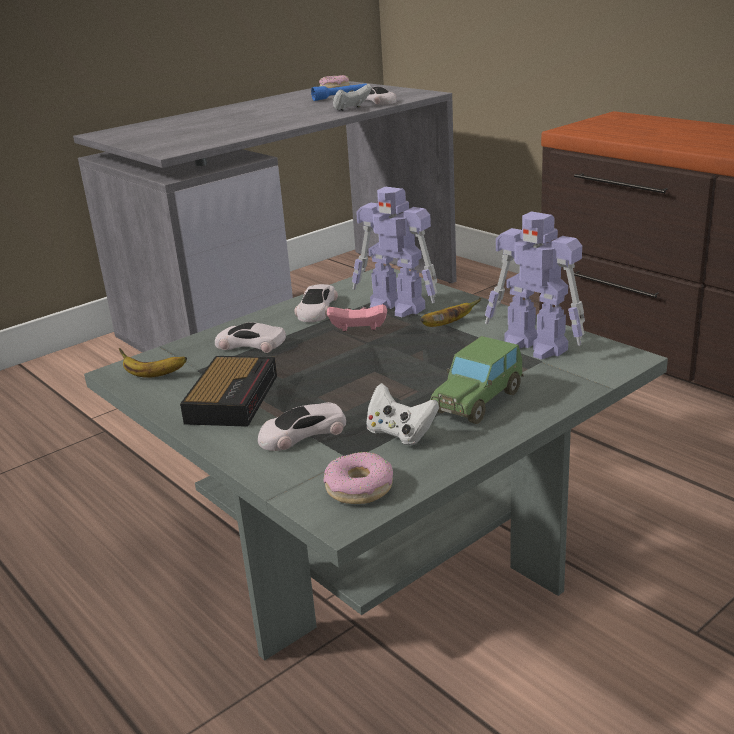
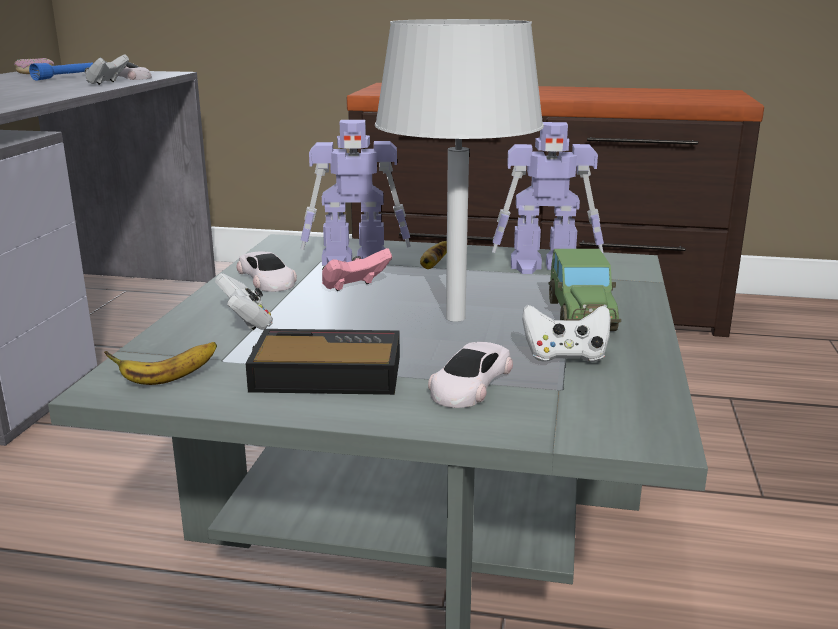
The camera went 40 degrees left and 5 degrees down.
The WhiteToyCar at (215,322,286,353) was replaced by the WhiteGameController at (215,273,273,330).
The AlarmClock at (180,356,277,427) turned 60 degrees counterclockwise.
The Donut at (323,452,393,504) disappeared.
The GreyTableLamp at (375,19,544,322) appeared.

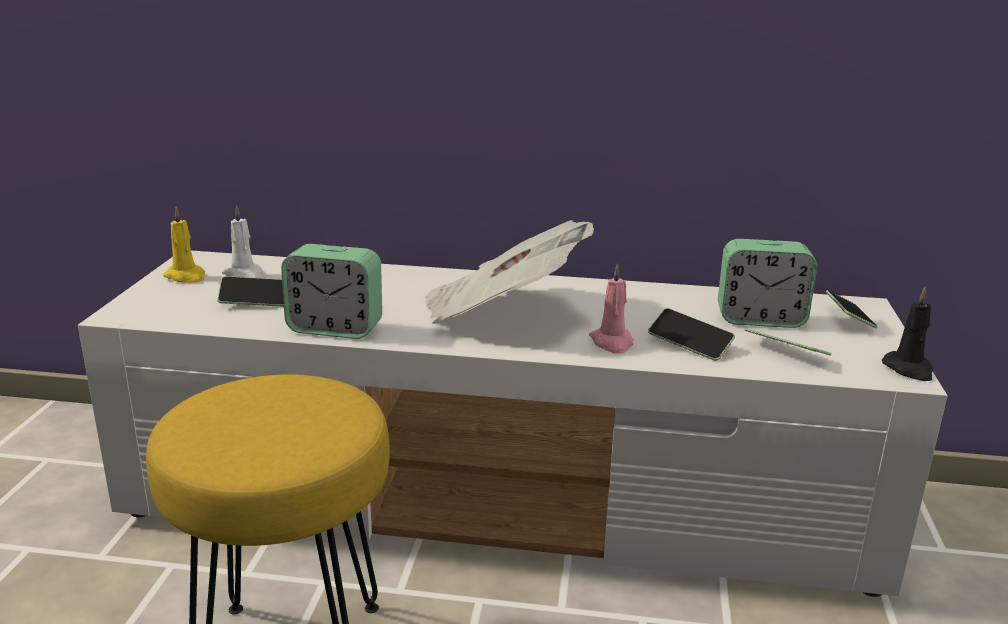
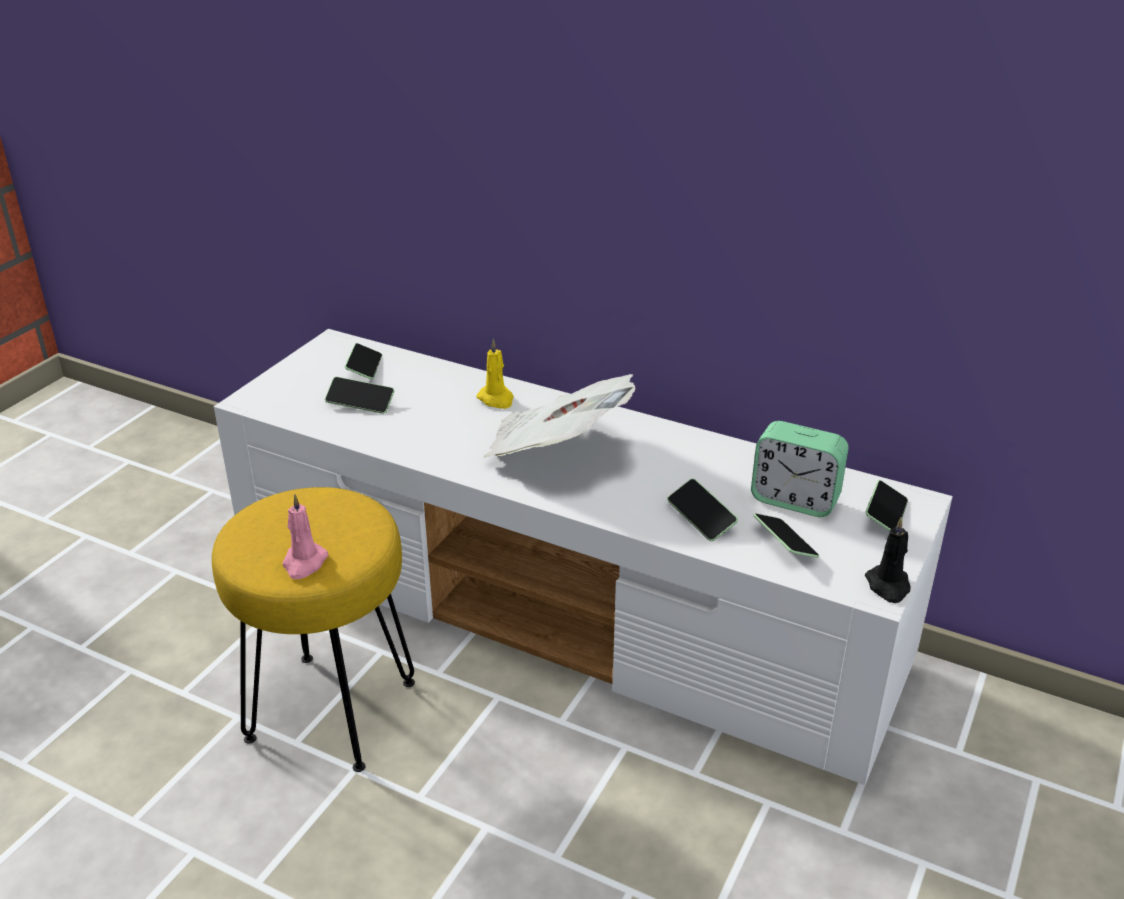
The camera went 20 degrees right and 10 degrees up.
The WhiteCandle at (222,205,263,278) was replaced by the Phone at (345,343,382,379).
The YellowCandle moved from (163,207,205,283) to (476,339,514,409).
The AlarmClock at (281,244,382,339) disappeared.
The PinkCandle moved from (589,263,633,354) to (282,494,328,579).

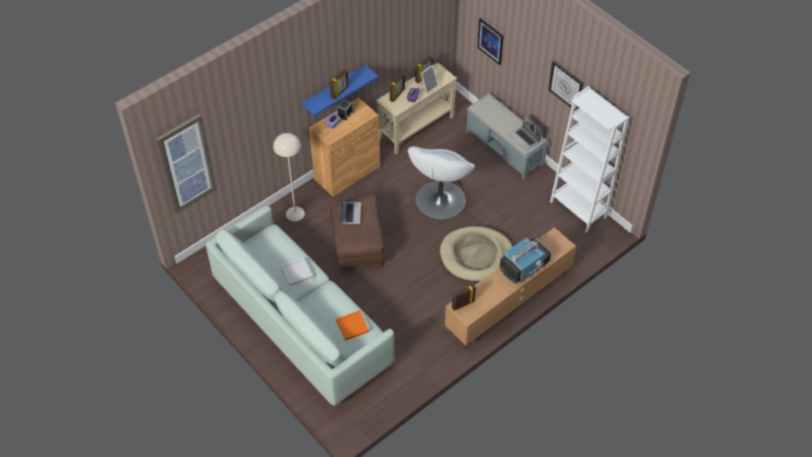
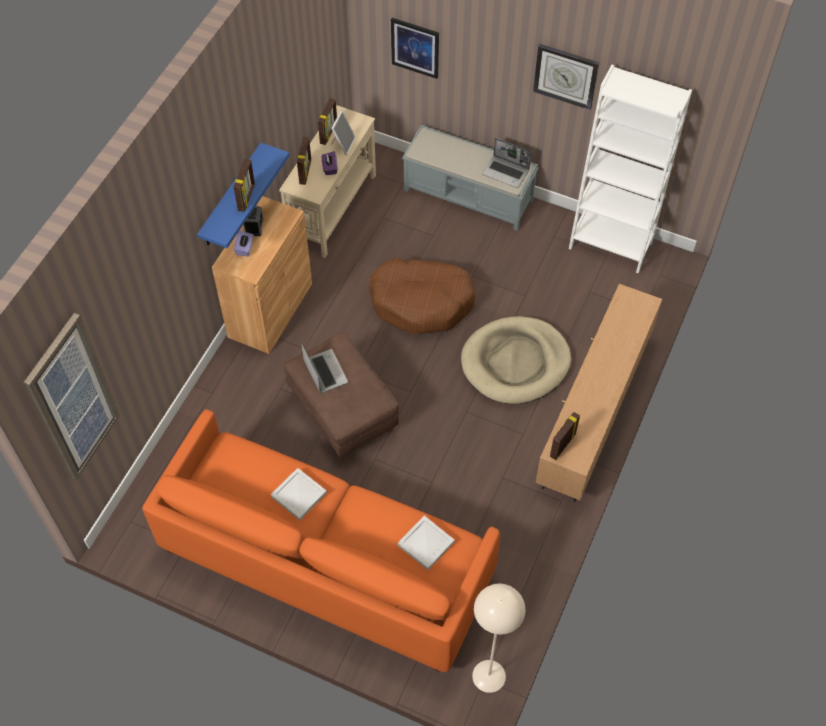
The camera went 25 degrees left and 5 degrees up.
The BeigeFloorLamp moved from (273,133,305,221) to (472,584,525,693).
The WhiteArmchair at (408,146,475,220) was replaced by the BrownDogBed at (370,257,476,334).
The WhiteSofa at (206,205,395,407) became the OrangeSofa at (142,409,500,672).
The Television at (500,237,551,284) disappeared.
The OrangeTray at (336,310,369,341) became the WhiteTray at (398,516,455,570).

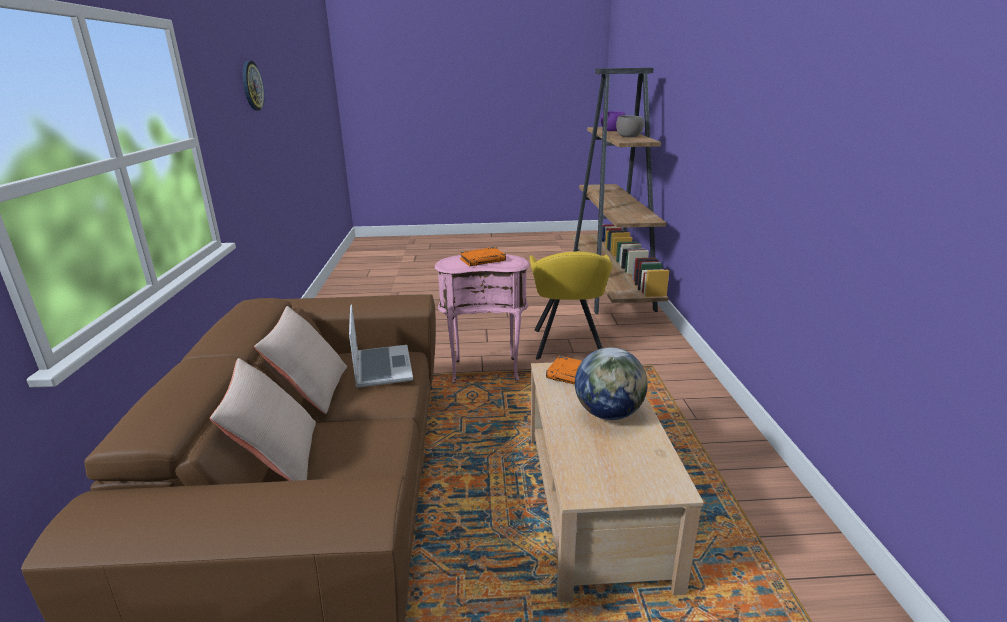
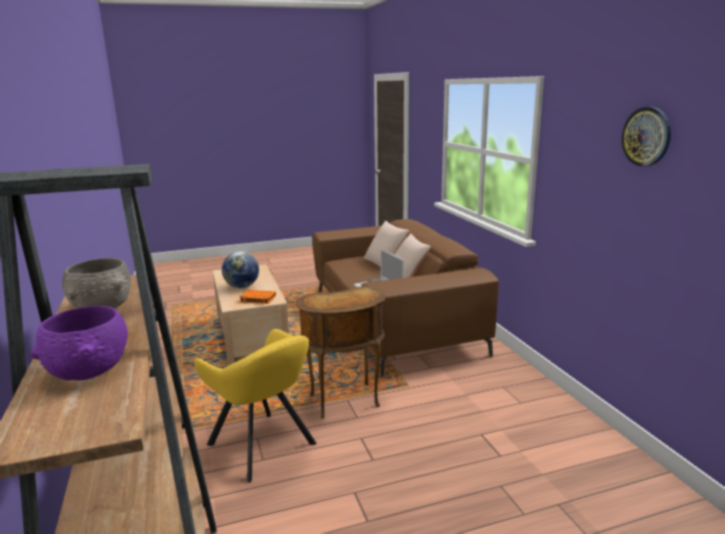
The camera went 165 degrees right and 5 degrees down.
The OrangeBook at (459,247,506,266) disappeared.
The YellowArmchair at (530,252,613,359) turned 150 degrees clockwise.
The PinkSideTable at (435,254,530,383) became the BrownSideTable at (296,286,385,418).

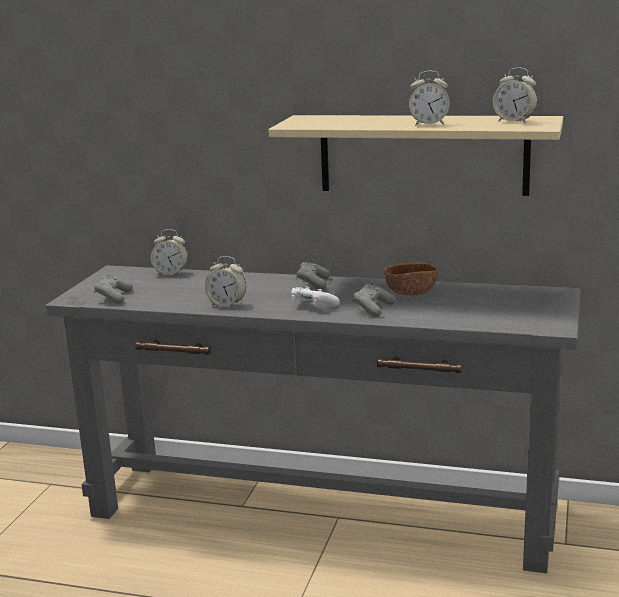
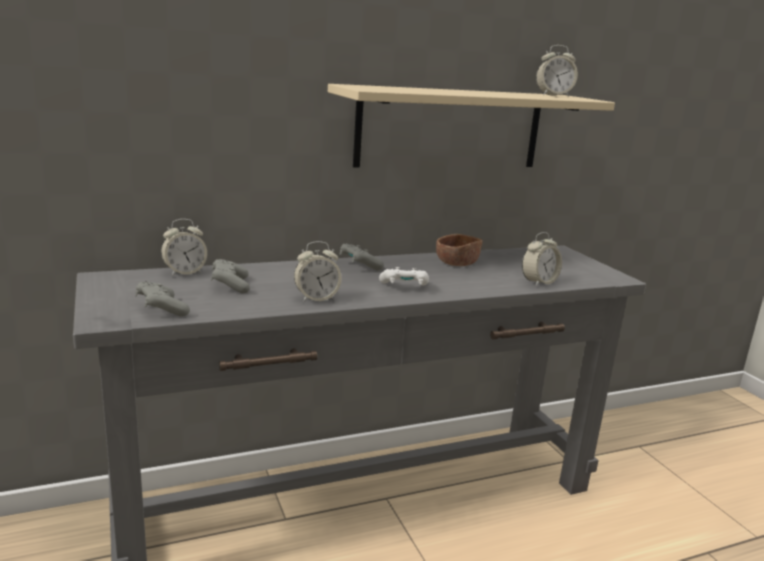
The camera went 40 degrees left and 0 degrees up.
The AlarmClock moved from (409,71,450,126) to (522,232,562,287).
The GreyGameController moved from (352,284,395,317) to (211,259,250,293).

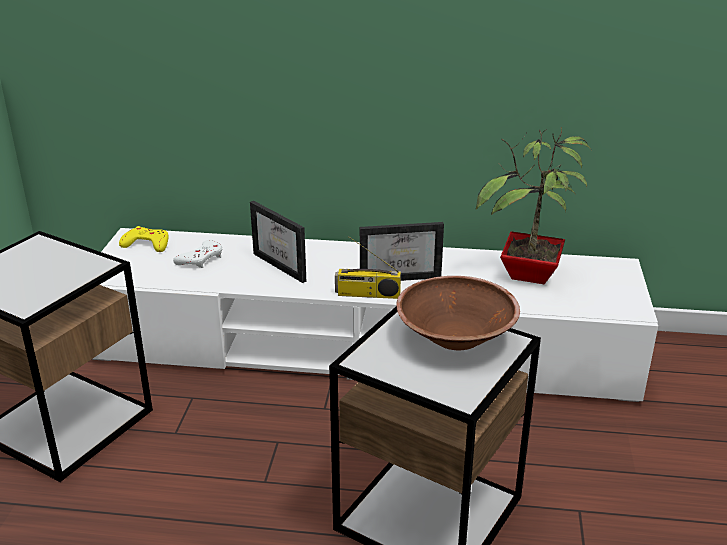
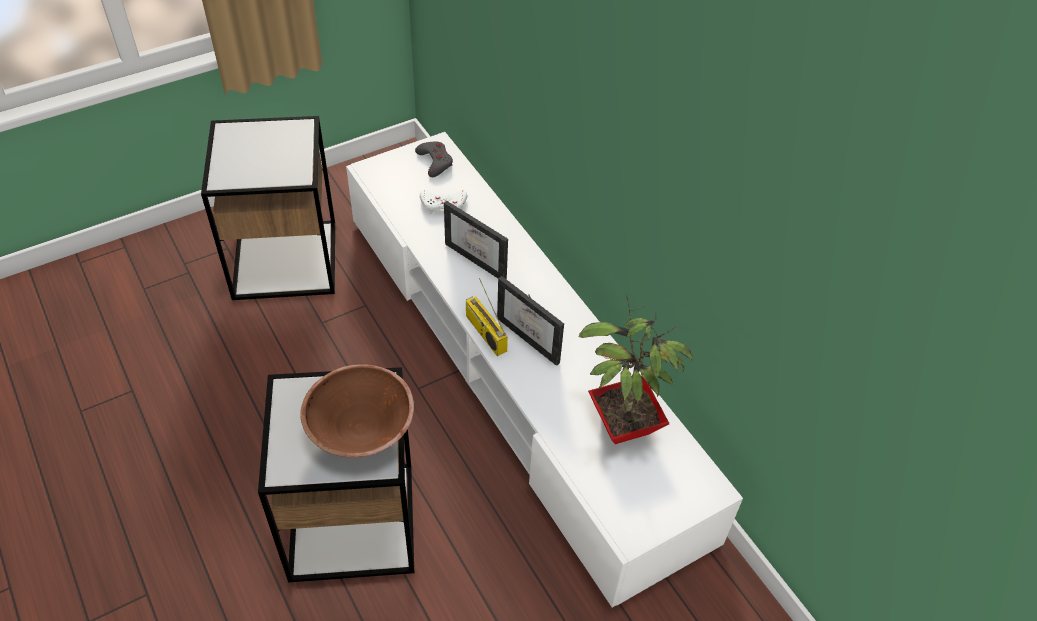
The camera went 50 degrees right and 20 degrees up.
The PictureFrame at (250,201,306,283) turned 60 degrees counterclockwise.
The YellowGameController at (119,226,169,252) became the GreyGameController at (415,142,453,177).

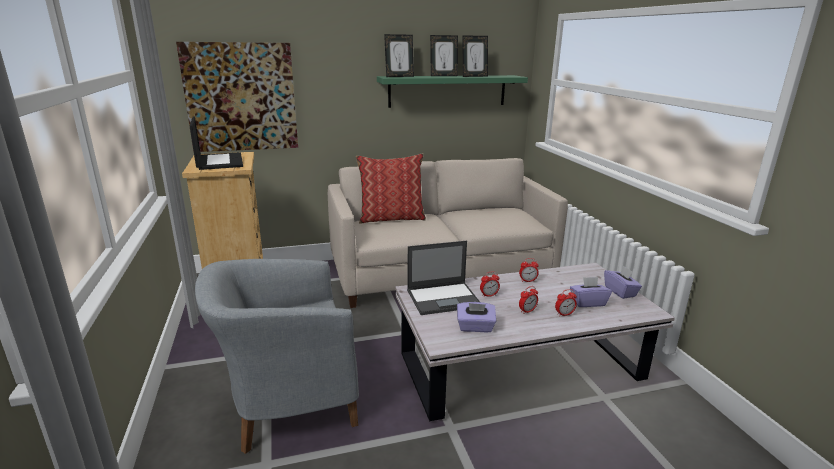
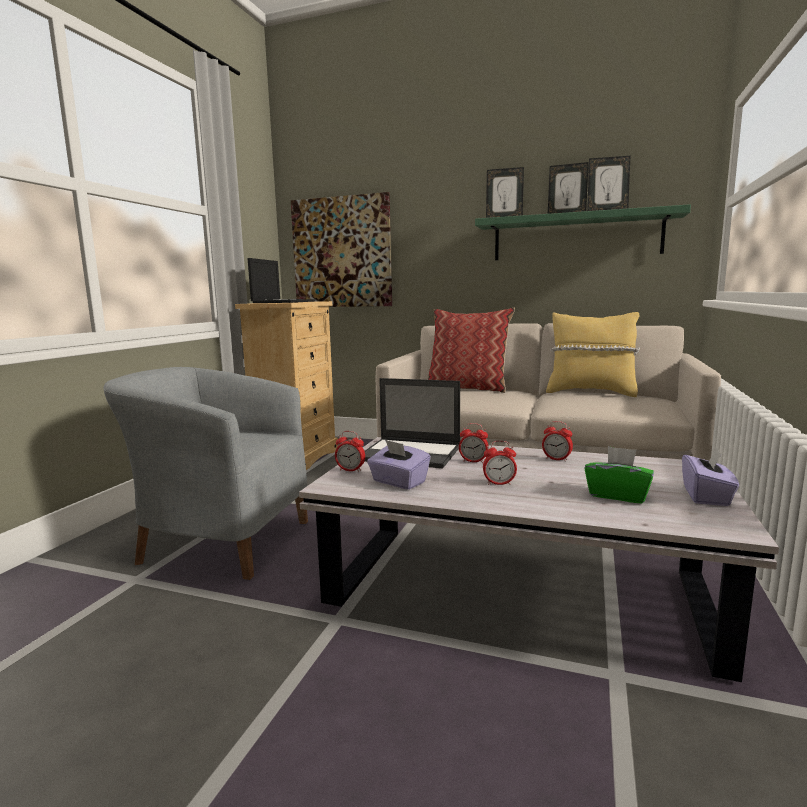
The camera went 35 degrees right and 10 degrees down.
The PurpleTissueBox at (570,277,612,307) became the GreenTissueBox at (585,446,654,504).
The AlarmClock moved from (555,289,577,317) to (335,431,365,472).
The YellowPillow at (546,312,640,397) appeared.

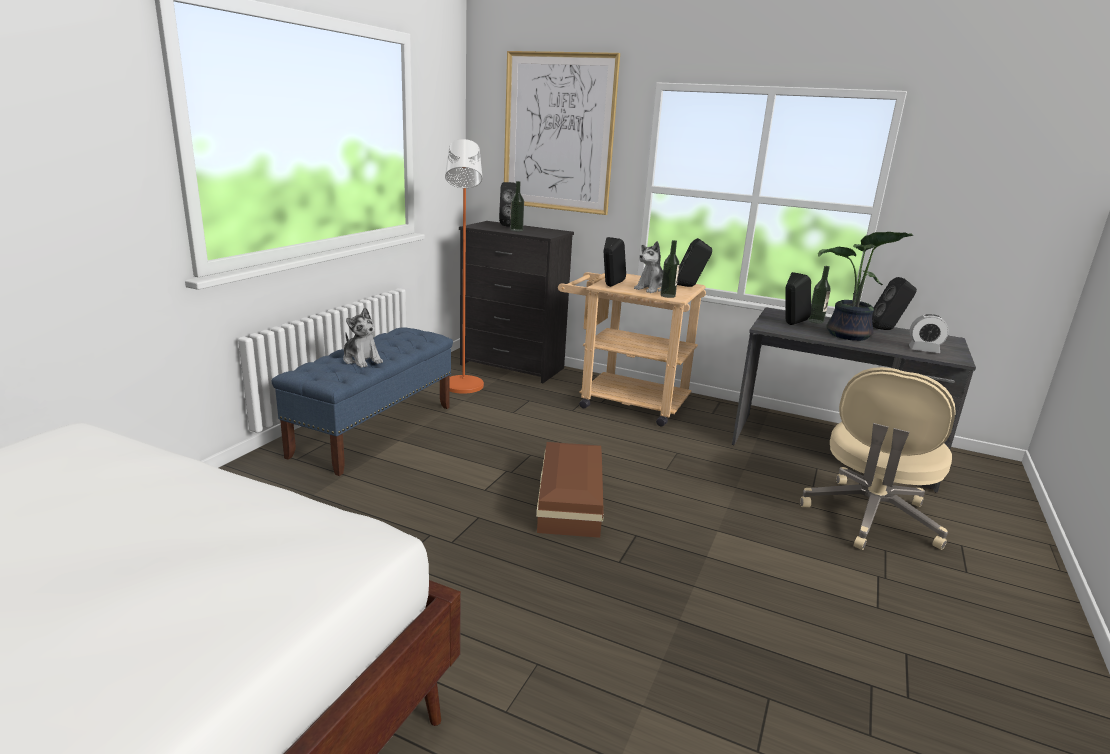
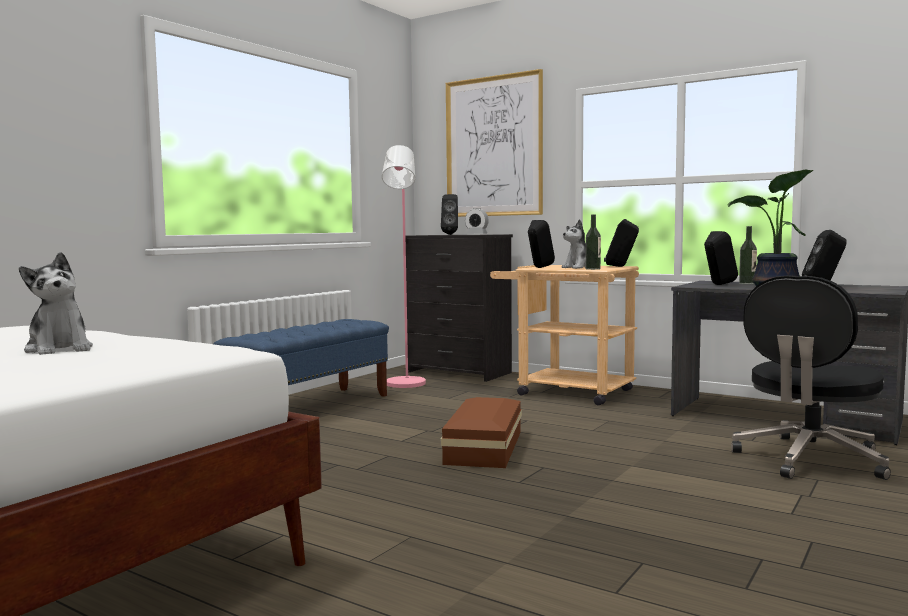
The camera went 10 degrees right and 15 degrees down.
The OrangeFloorLamp at (445,139,484,394) became the PinkFloorLamp at (382,145,426,388).
The Bottle at (510,181,524,231) disappeared.
The PlushToy moved from (343,308,383,368) to (19,252,93,355).
The AlarmClock moved from (909,314,949,353) to (465,208,489,234).
The BeigeOfficeChair at (800,367,956,550) became the BlackOfficeChair at (731,275,891,480).

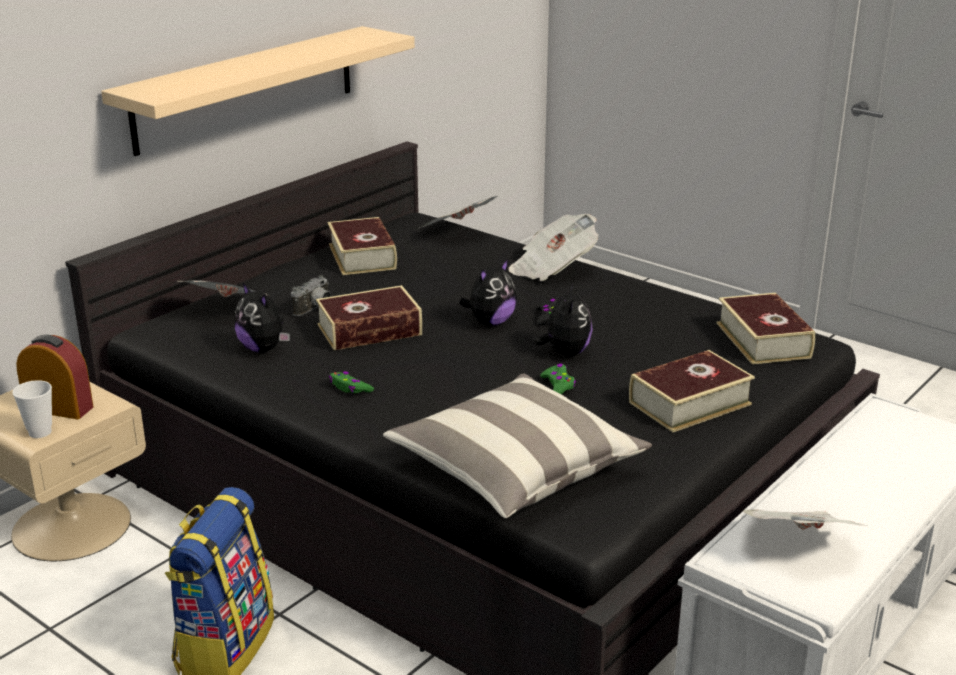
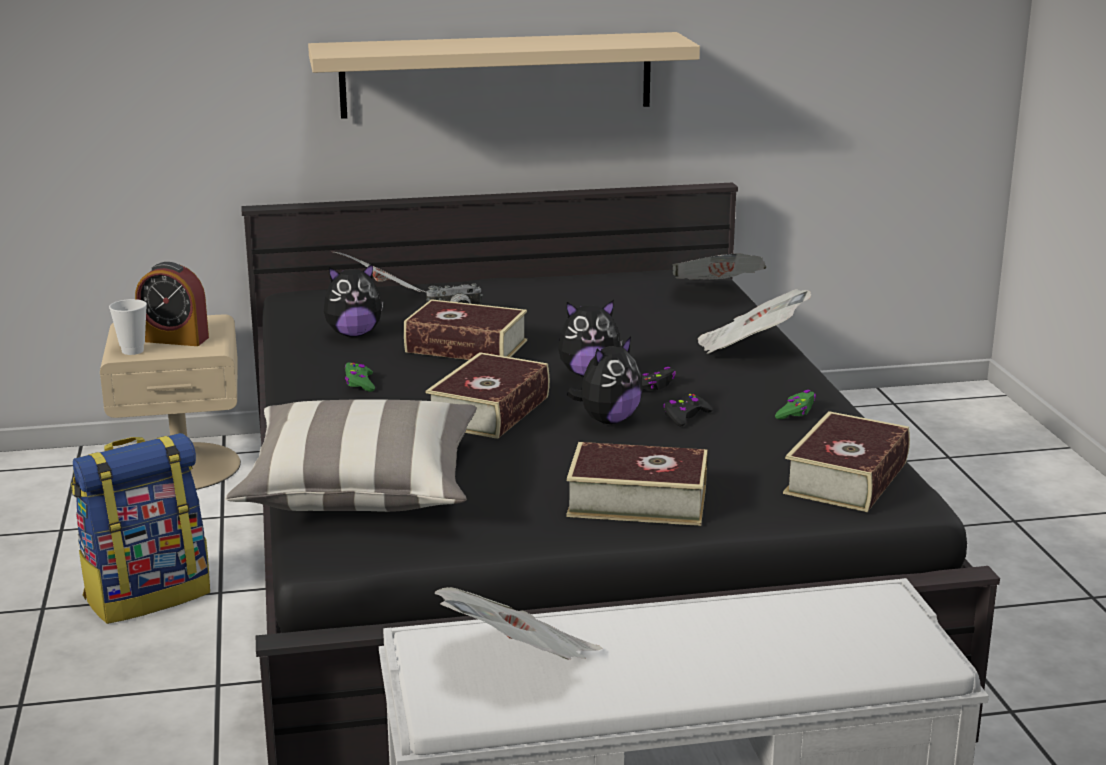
The camera went 40 degrees right and 5 degrees down.
The Book moved from (328,217,397,275) to (426,352,550,439).
The PlushToy at (234,282,290,353) turned 105 degrees counterclockwise.
The AlarmClock at (16,335,94,419) turned 135 degrees clockwise.
The GreenGameController moved from (540,364,576,395) to (775,390,816,419).
The BlackGameController at (663,393,713,427) appeared.

